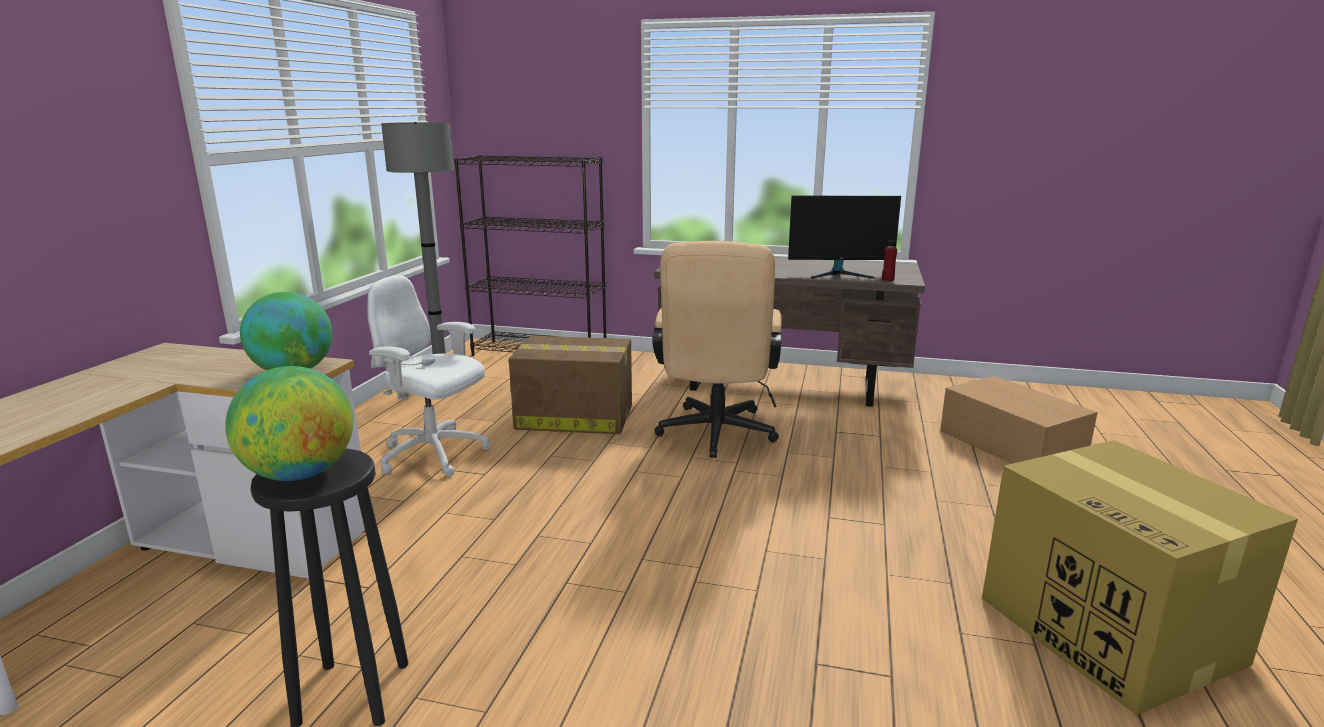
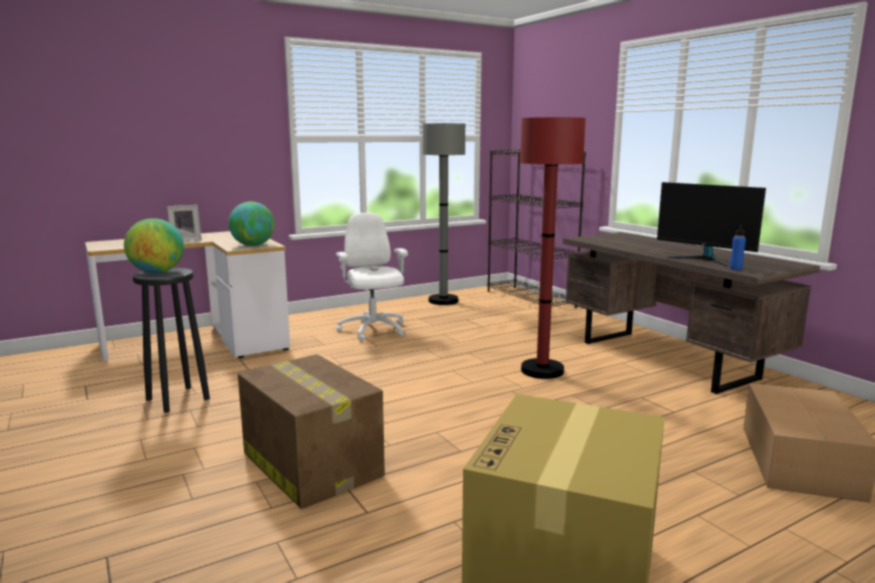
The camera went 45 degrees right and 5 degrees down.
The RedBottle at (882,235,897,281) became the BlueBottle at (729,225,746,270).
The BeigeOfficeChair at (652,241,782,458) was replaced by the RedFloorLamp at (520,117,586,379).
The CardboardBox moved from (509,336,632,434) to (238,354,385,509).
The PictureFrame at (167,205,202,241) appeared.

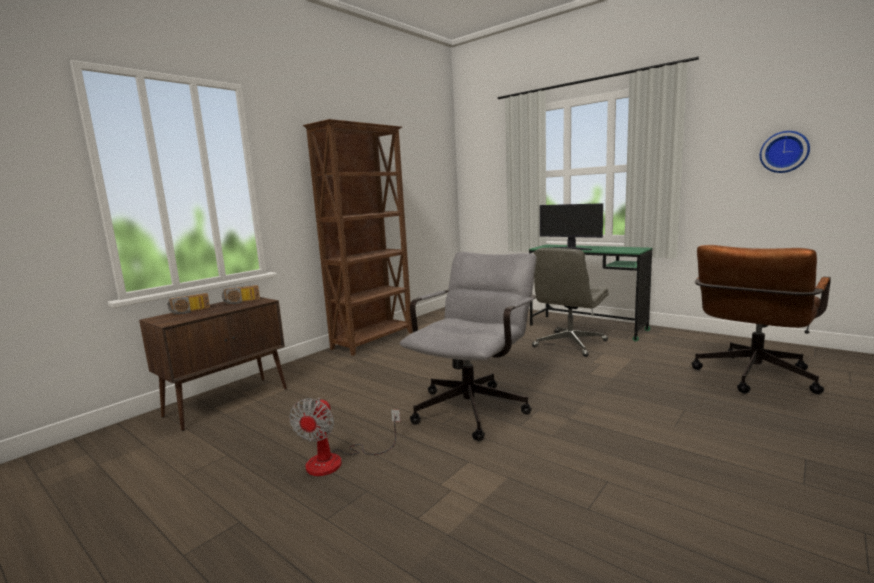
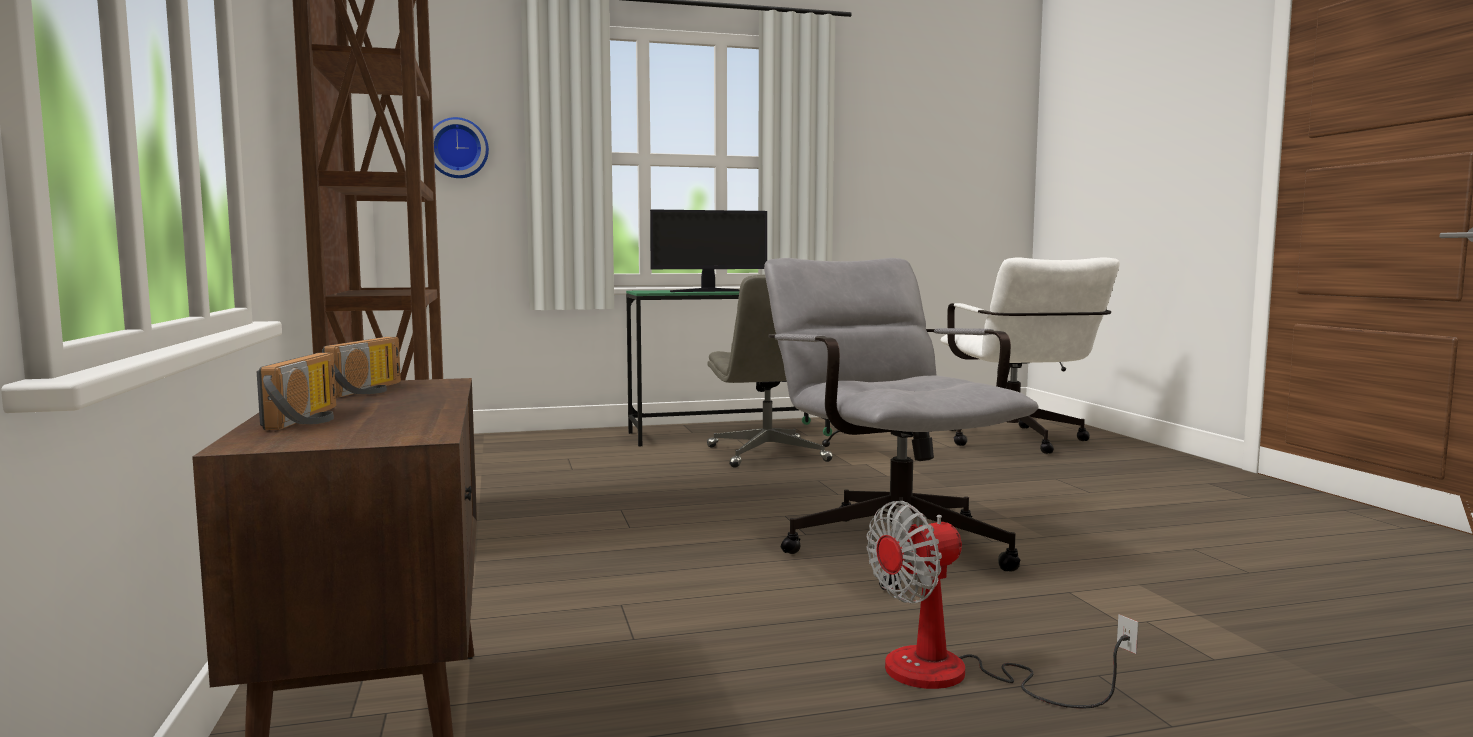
The camera went 55 degrees left and 5 degrees down.
The WallClock moved from (760,131,810,173) to (433,117,489,178).
The BrownOfficeChair at (692,245,831,394) became the WhiteOfficeChair at (941,257,1120,454).
The Fan at (289,398,400,476) turned 105 degrees clockwise.

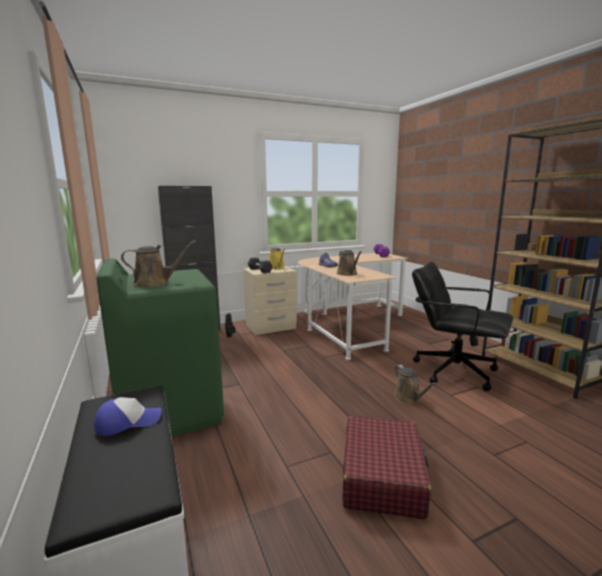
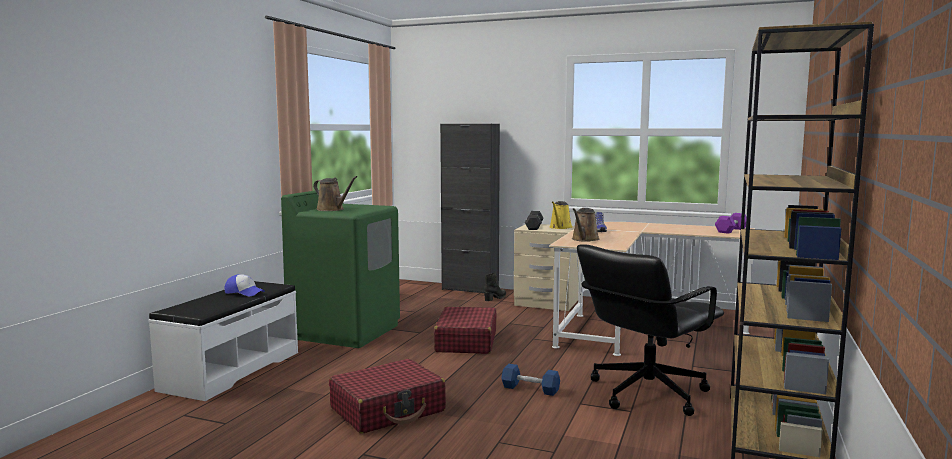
The camera went 45 degrees right and 5 degrees down.
The BlackOfficeChair at (412,261,513,391) turned 120 degrees counterclockwise.
The BrownWateringCan at (394,365,437,404) was replaced by the BlueDumbbell at (501,364,560,396).
The RedSuitcase at (434,307,496,354) appeared.

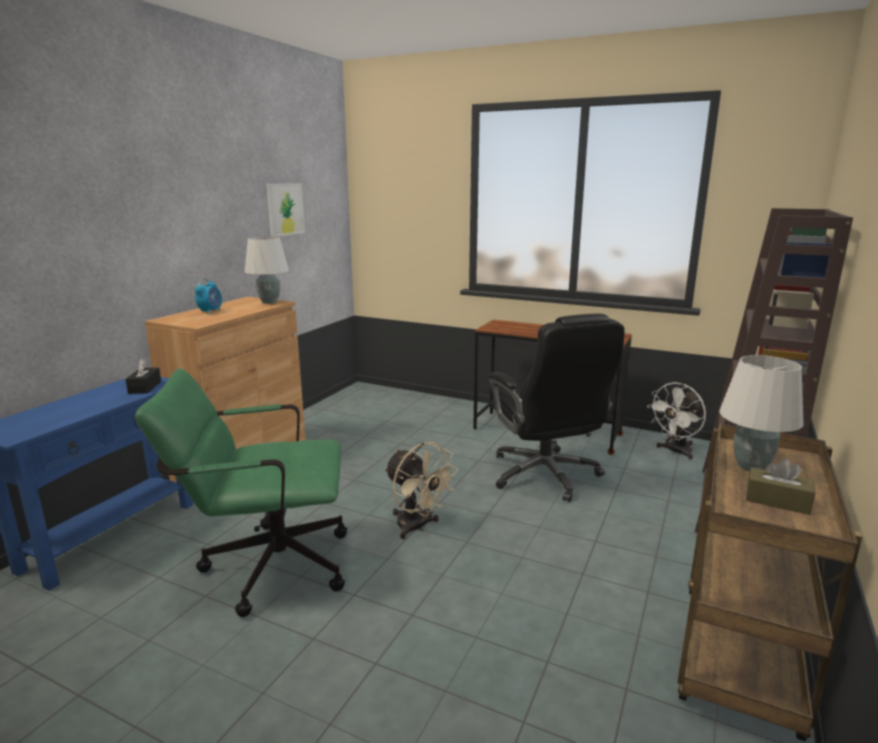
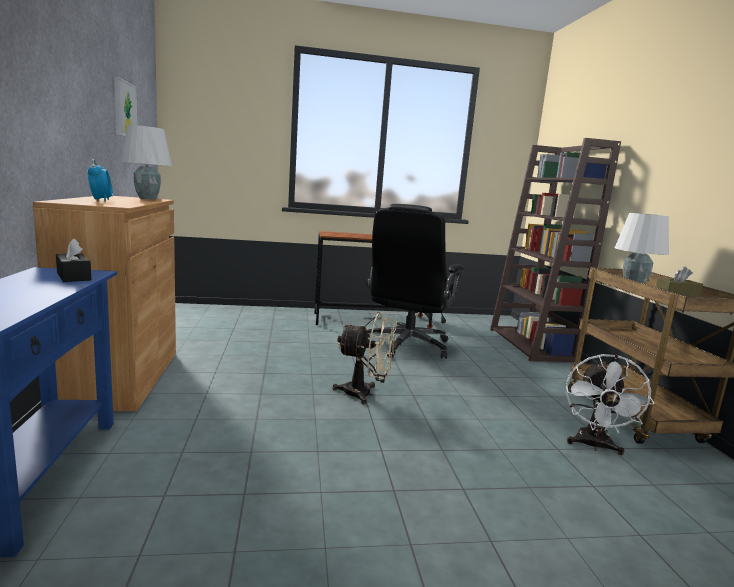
The camera went 35 degrees left and 5 degrees down.
The BlackOfficeChair at (488,314,625,502) turned 75 degrees clockwise.
The GreenOfficeChair at (135,368,347,617) disappeared.
The WhiteFan moved from (647,382,706,460) to (566,354,655,455).

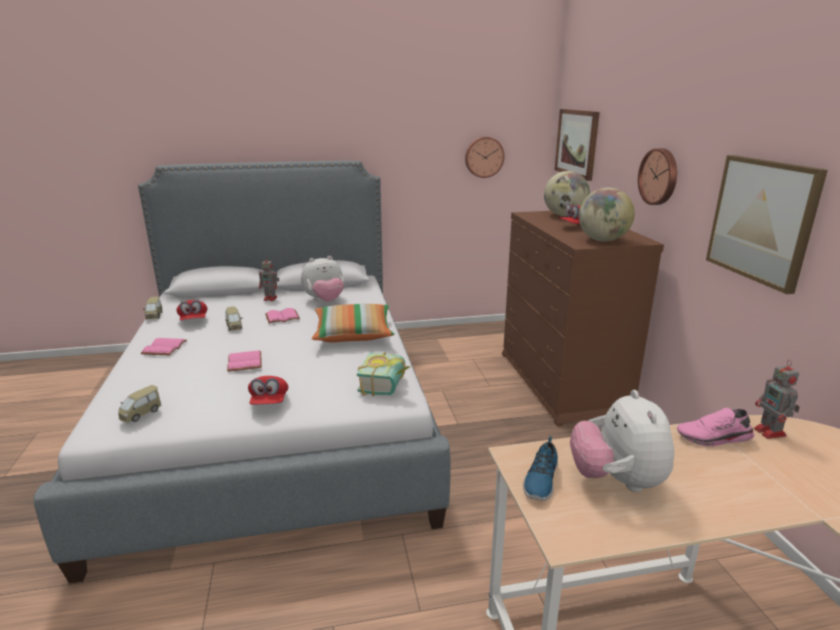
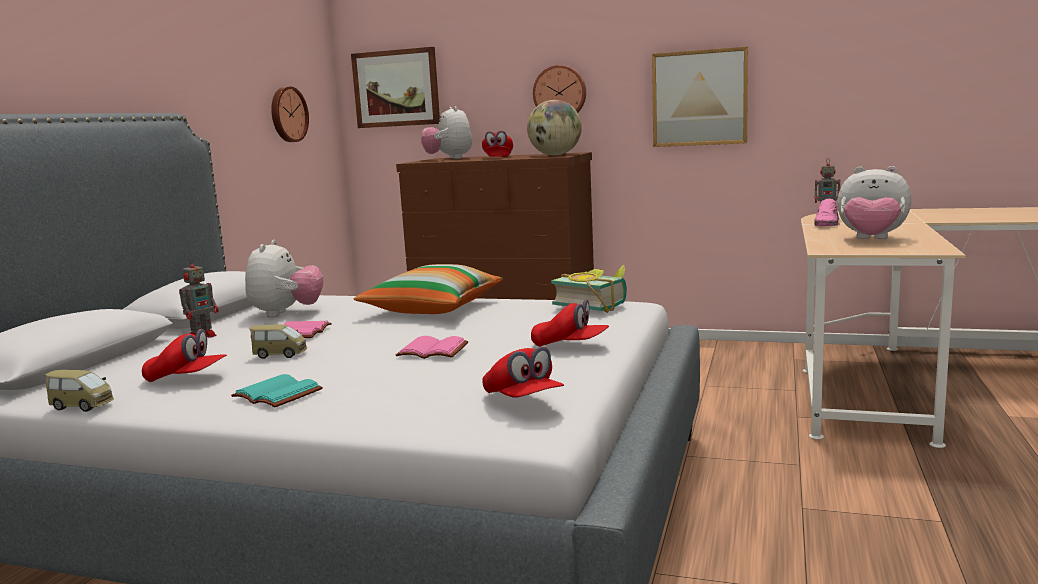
The camera went 60 degrees left and 10 degrees down.
The Globe at (544,171,590,216) was replaced by the PlushToy at (421,106,472,159).
The PinkBook at (140,338,187,355) became the TurquoiseBook at (231,374,323,407).
The ToyCar at (118,385,161,423) was replaced by the RedCap at (482,346,564,398).
The Shoe at (523,436,558,501) disappeared.

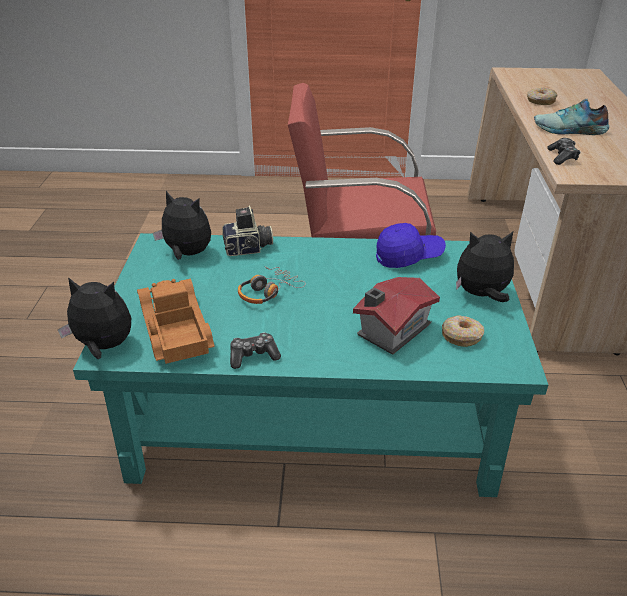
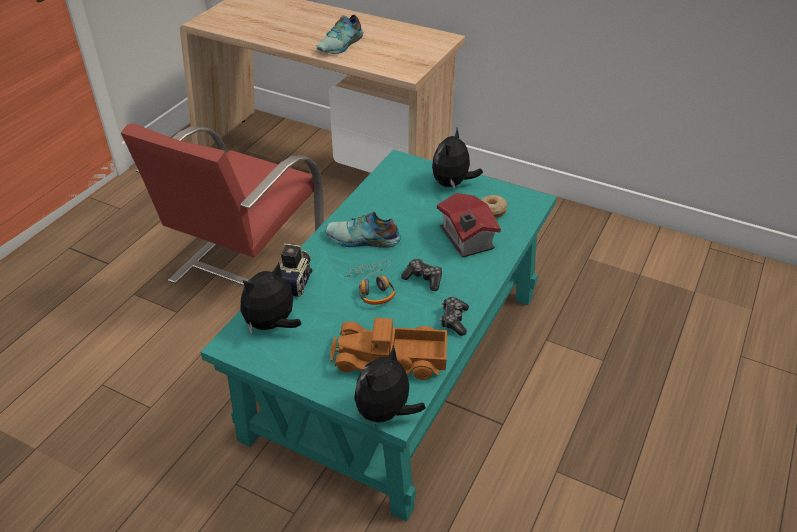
The camera went 65 degrees left and 5 degrees up.
The Donut at (527,88,557,105) disappeared.
The GameController moved from (547,138,581,165) to (401,259,442,291).
The BlueCap at (376,223,446,268) disappeared.
The Shoe at (326,212,401,248) appeared.

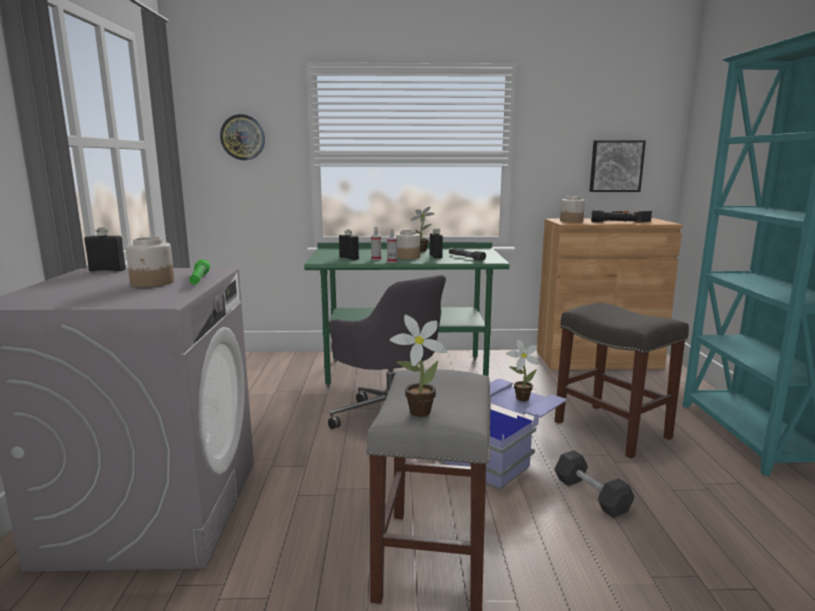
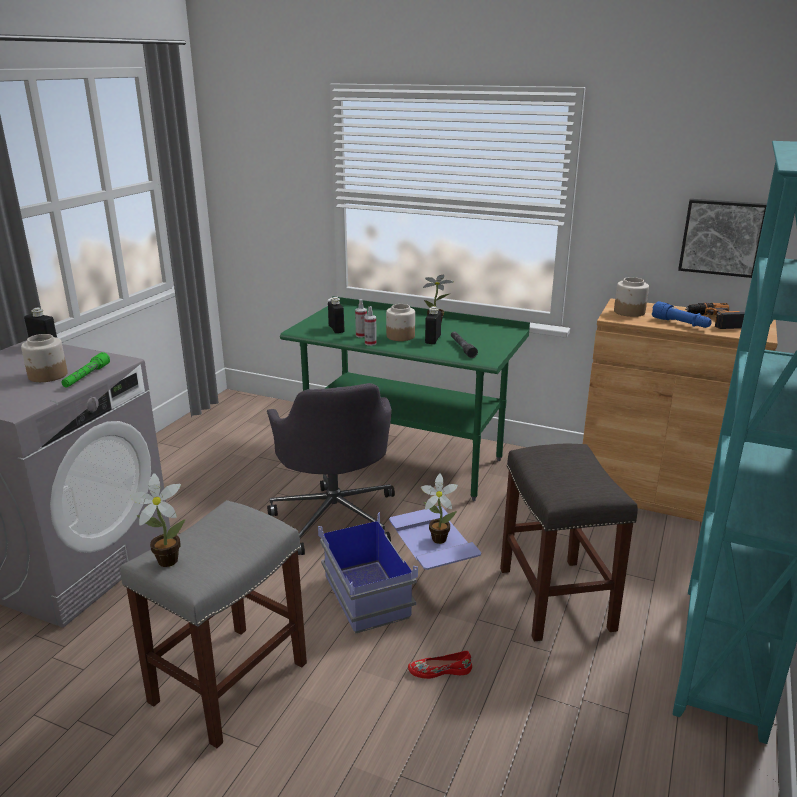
The camera went 25 degrees right and 10 degrees up.
The WallClock at (220,114,265,160) disappeared.
The BlackFlashlight at (591,210,637,222) became the BlueFlashlight at (652,301,712,328).
The BlackDumbbell at (554,450,635,518) was replaced by the RedShoe at (408,651,472,679).

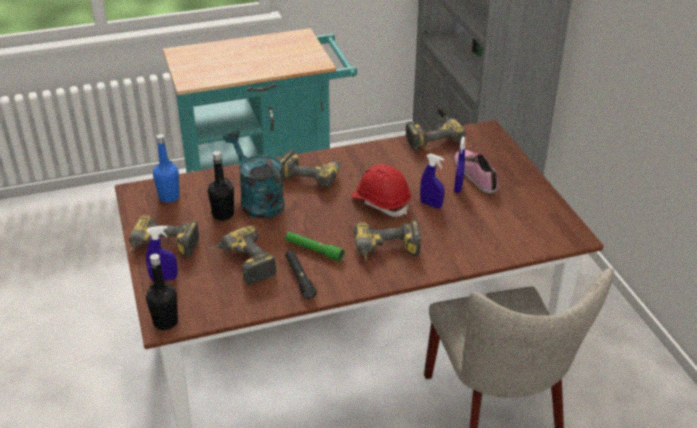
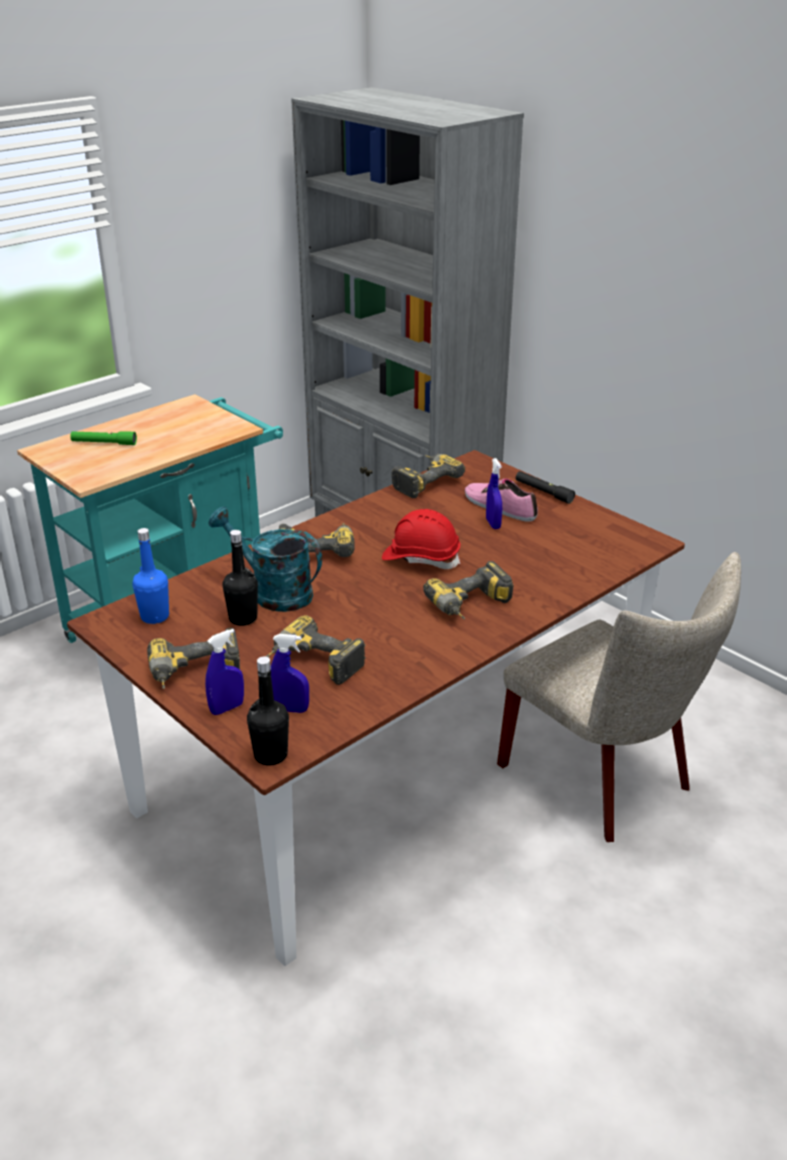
The camera went 25 degrees left and 5 degrees down.
The BlueSprayBottle moved from (420,154,444,208) to (271,634,309,713).
The GreenFlashlight moved from (286,232,345,262) to (70,431,137,445).
The BlackFlashlight moved from (285,250,316,299) to (516,471,575,504).

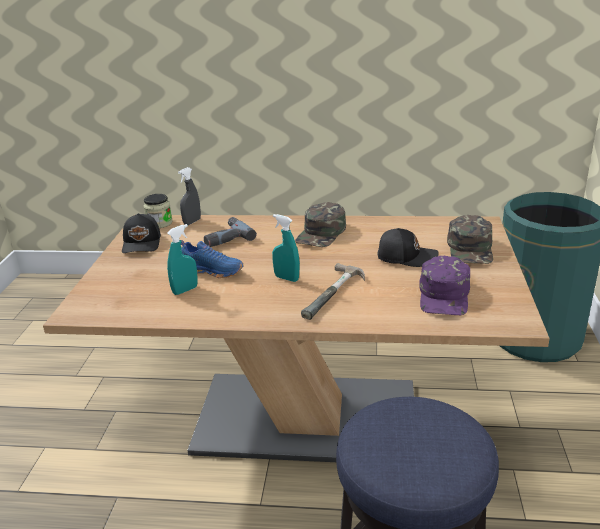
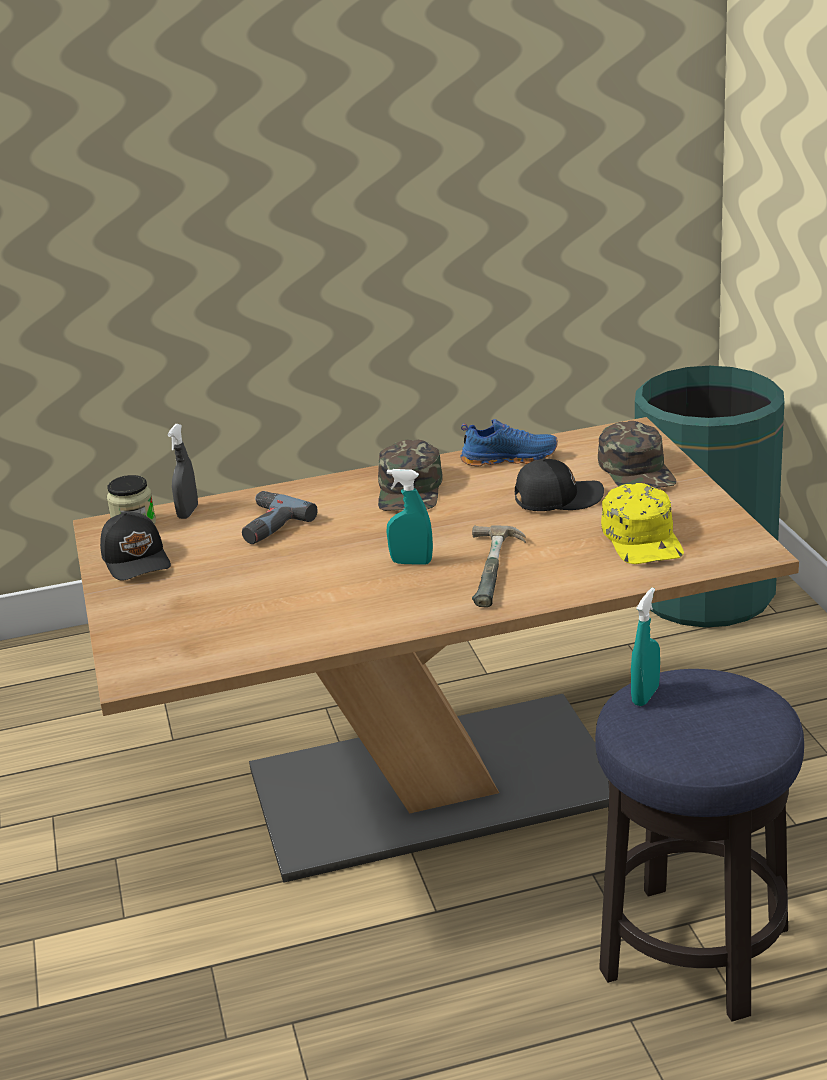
The camera went 20 degrees left and 0 degrees up.
The TurquoiseSprayBottle moved from (167,224,198,295) to (631,588,660,706).
The BlueShoe moved from (181,240,244,278) to (460,419,558,466).
The PurpleCap at (419,256,470,315) became the YellowCap at (601,483,684,564).

